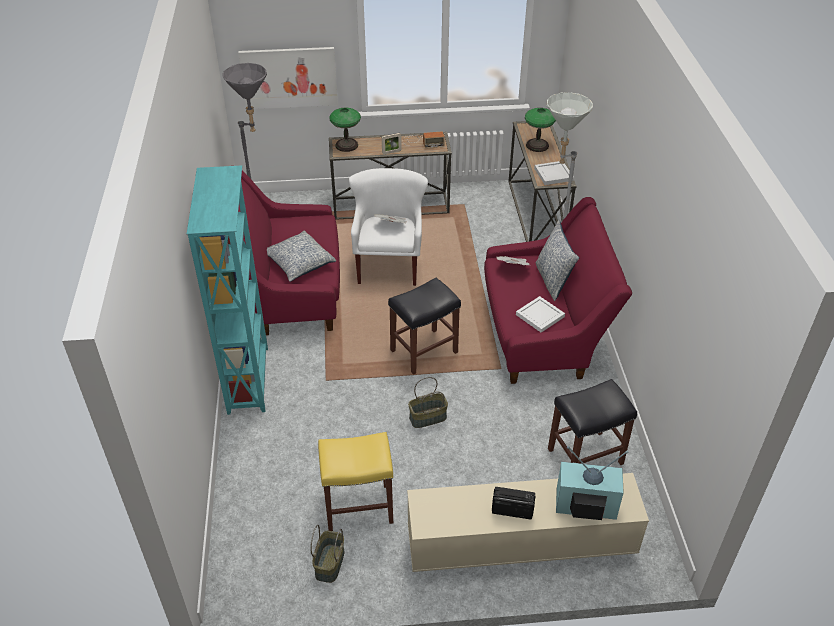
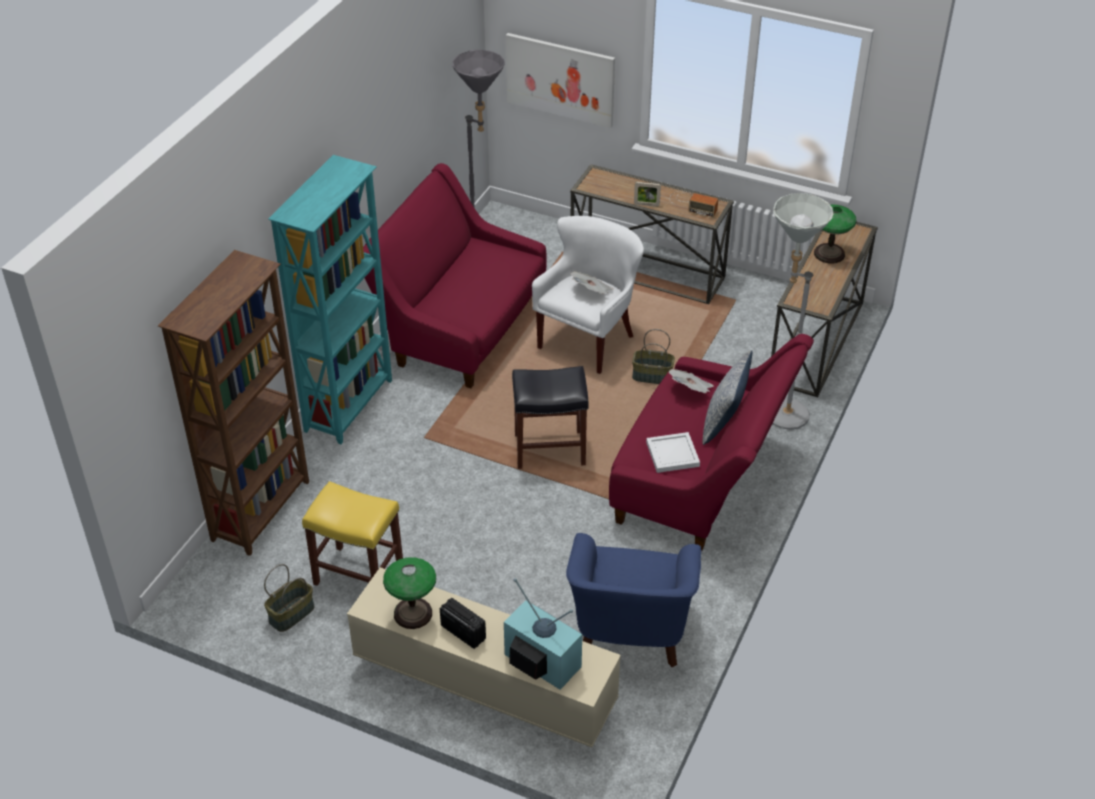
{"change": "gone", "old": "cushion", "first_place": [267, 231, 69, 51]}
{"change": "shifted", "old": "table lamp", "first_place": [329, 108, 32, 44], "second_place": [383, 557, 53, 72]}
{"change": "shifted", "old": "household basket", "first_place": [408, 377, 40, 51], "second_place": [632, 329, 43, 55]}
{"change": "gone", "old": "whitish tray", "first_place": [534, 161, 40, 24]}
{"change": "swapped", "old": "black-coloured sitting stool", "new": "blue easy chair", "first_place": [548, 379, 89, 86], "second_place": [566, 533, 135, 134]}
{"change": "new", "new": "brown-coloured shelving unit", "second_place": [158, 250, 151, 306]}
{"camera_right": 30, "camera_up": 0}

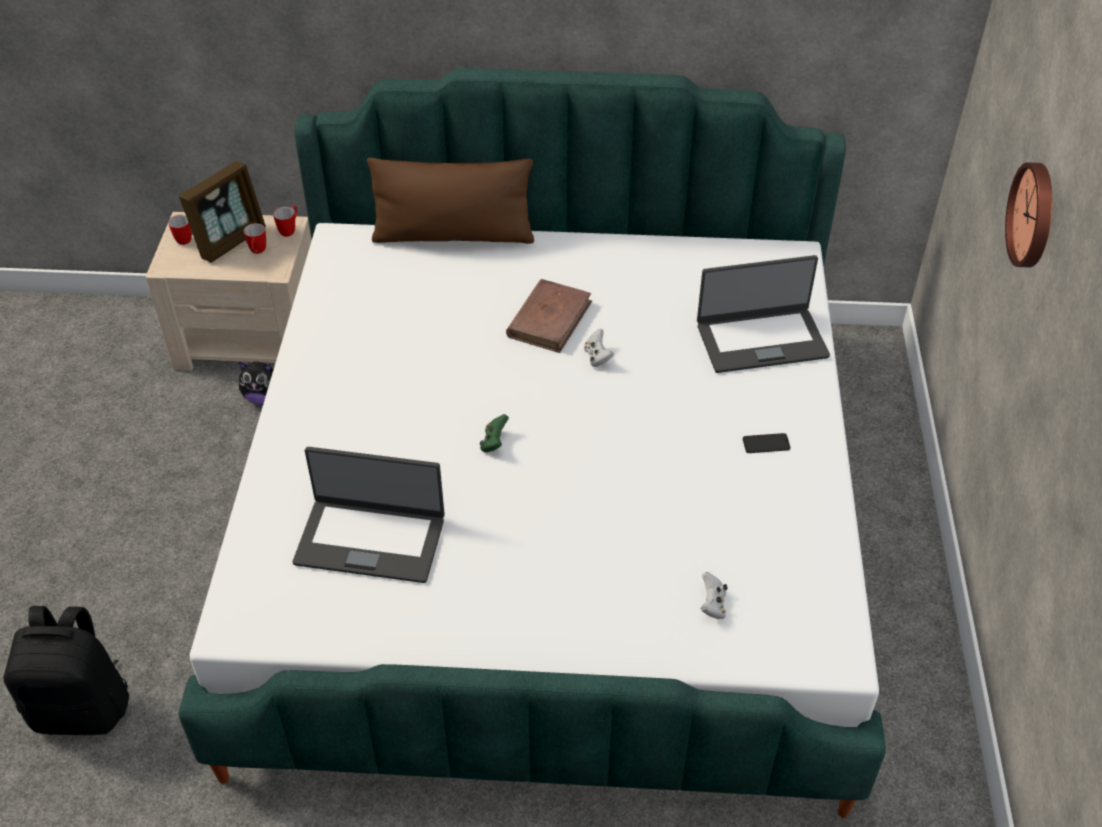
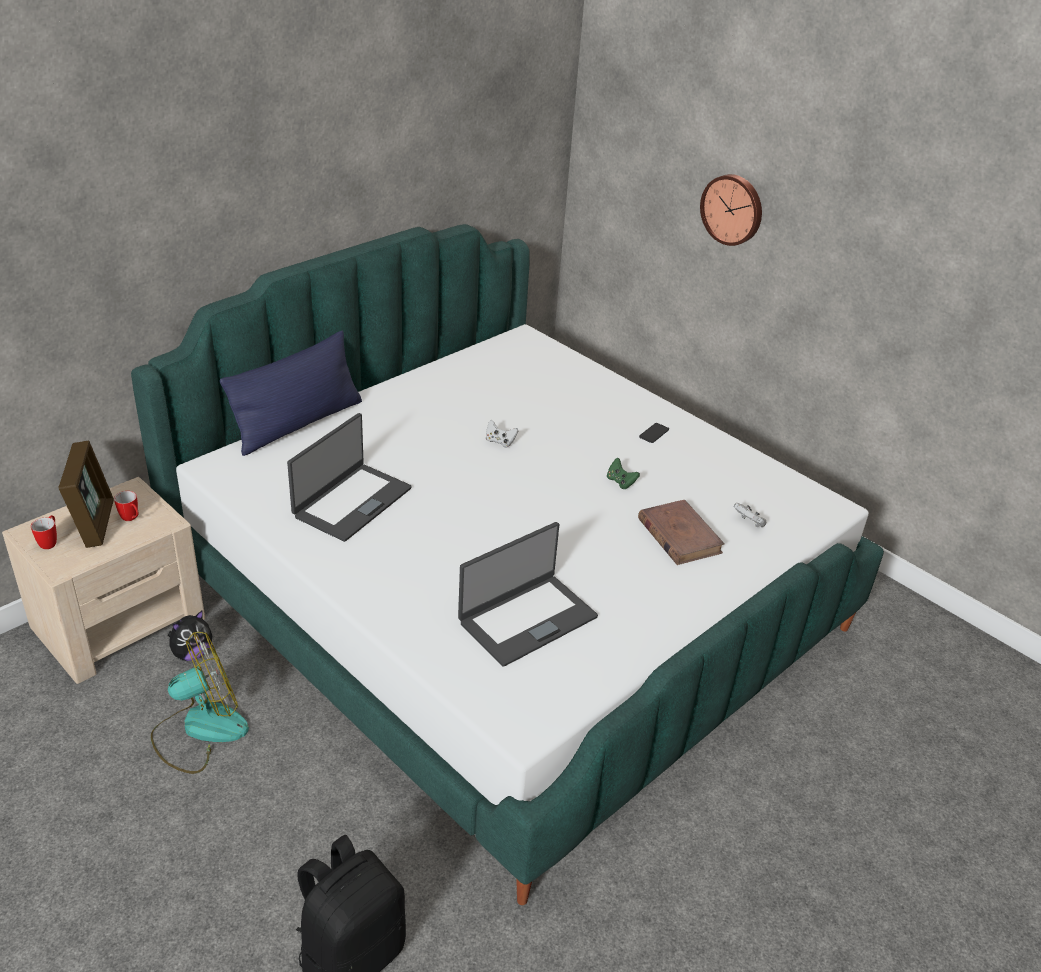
{"change": "gone", "old": "mug", "first_place": [273, 206, 24, 31]}
{"change": "repainted", "old": "brown-coloured cushion", "new": "blue cushion", "first_place": [367, 158, 167, 86], "second_place": [220, 331, 142, 125]}
{"change": "shifted", "old": "green-coloured game controller", "first_place": [479, 414, 30, 38], "second_place": [607, 458, 33, 31]}
{"change": "shifted", "old": "brown-coloured volume", "first_place": [506, 279, 86, 74], "second_place": [638, 500, 87, 65]}
{"change": "shifted", "old": "laptop", "first_place": [697, 255, 133, 118], "second_place": [287, 413, 125, 129]}
{"change": "new", "new": "electric fan", "second_place": [151, 632, 98, 142]}
{"camera_right": -50, "camera_up": -10}

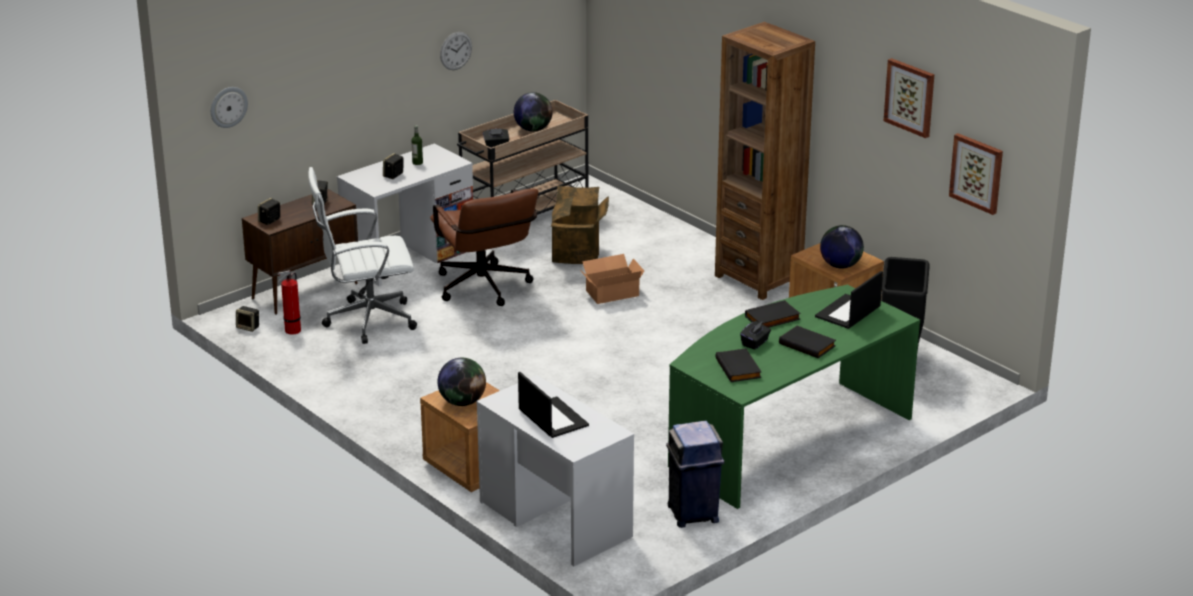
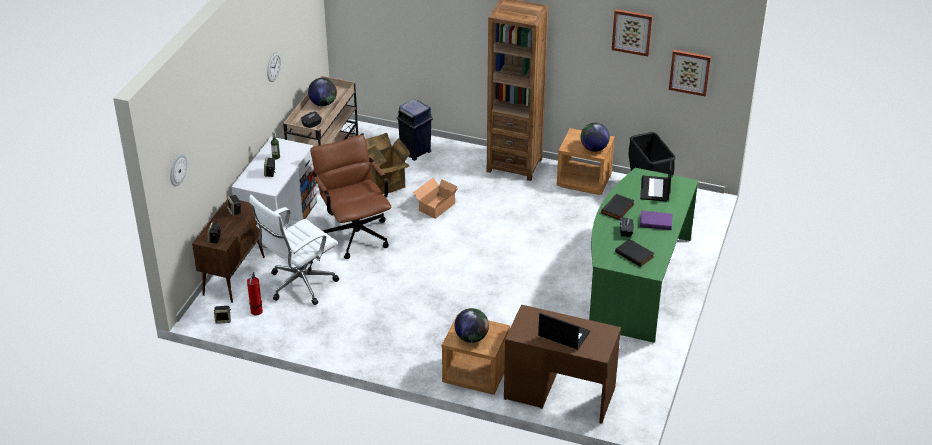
{"change": "rotated", "old": "brown-coloured desk chair", "first_place": [430, 189, 108, 117], "second_place": [310, 135, 82, 124], "degrees": -150}
{"change": "repainted", "old": "whitish desk", "new": "brown-coloured desk", "first_place": [476, 375, 158, 191], "second_place": [504, 305, 117, 119]}
{"change": "shifted", "old": "blue trash can", "first_place": [666, 421, 58, 107], "second_place": [397, 99, 36, 62]}
{"change": "repainted", "old": "black-coloured volume", "new": "purple volume", "first_place": [779, 326, 57, 33], "second_place": [640, 211, 33, 19]}
{"camera_right": -30, "camera_up": 10}

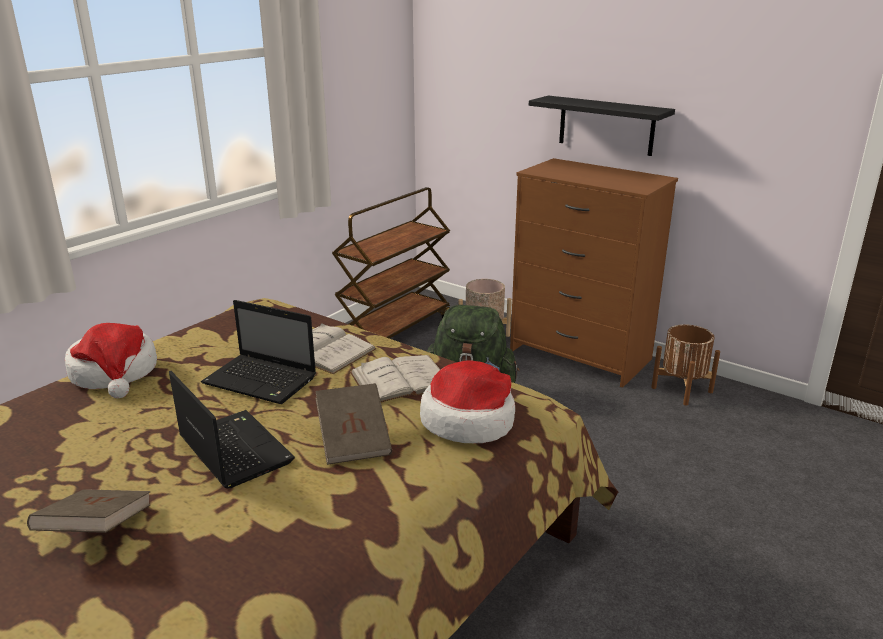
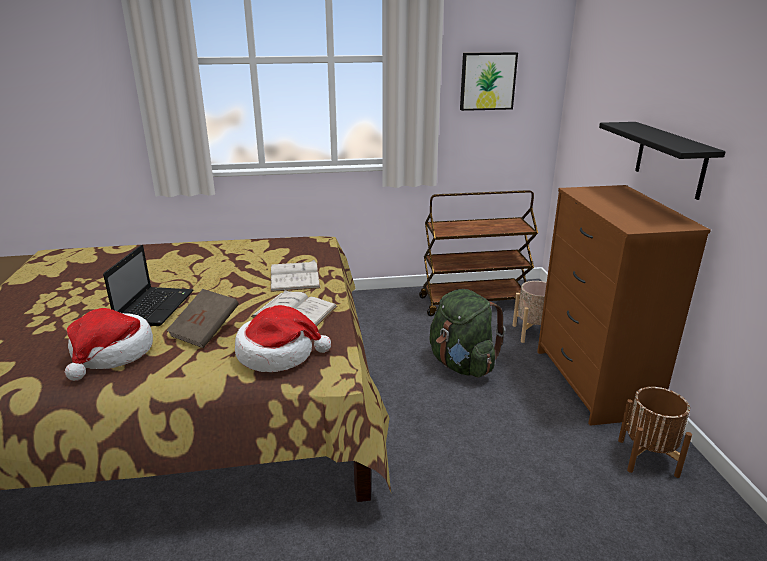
{"change": "gone", "old": "brown-coloured volume", "first_place": [27, 489, 124, 44]}
{"change": "shifted", "old": "clothing hat", "first_place": [65, 323, 92, 75], "second_place": [65, 308, 88, 73]}
{"change": "gone", "old": "laptop", "first_place": [201, 300, 115, 104]}
{"change": "new", "new": "wall picture", "second_place": [460, 52, 58, 59]}
{"camera_right": 45, "camera_up": 0}

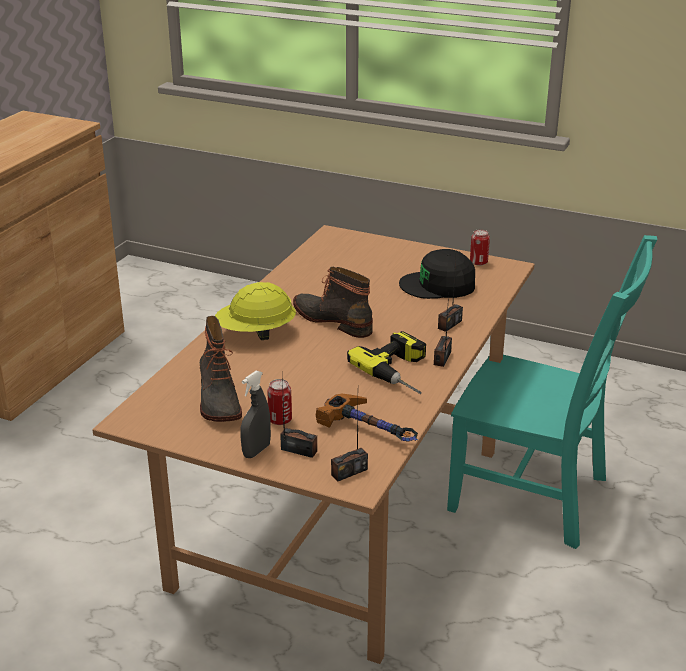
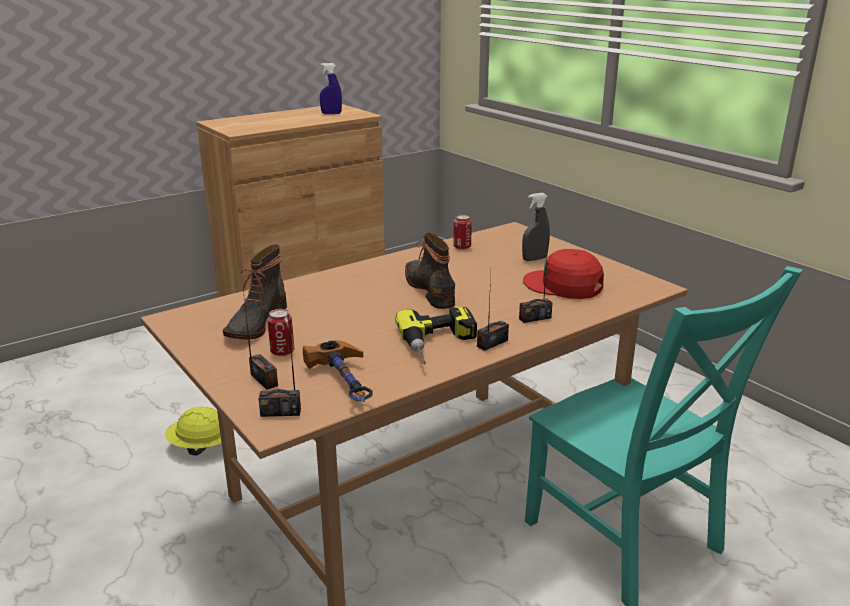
{"change": "shifted", "old": "yellow safety helmet", "first_place": [215, 282, 81, 58], "second_place": [165, 407, 56, 48]}
{"change": "shifted", "old": "grey spray bottle", "first_place": [240, 371, 31, 87], "second_place": [522, 193, 28, 68]}
{"change": "repainted", "old": "black-coloured cap", "new": "red cap", "first_place": [399, 249, 76, 50], "second_place": [523, 249, 81, 50]}
{"change": "shifted", "old": "can", "first_place": [470, 229, 20, 37], "second_place": [453, 214, 19, 36]}
{"change": "new", "new": "blue spray bottle", "second_place": [320, 63, 22, 51]}
{"camera_right": 30, "camera_up": -5}

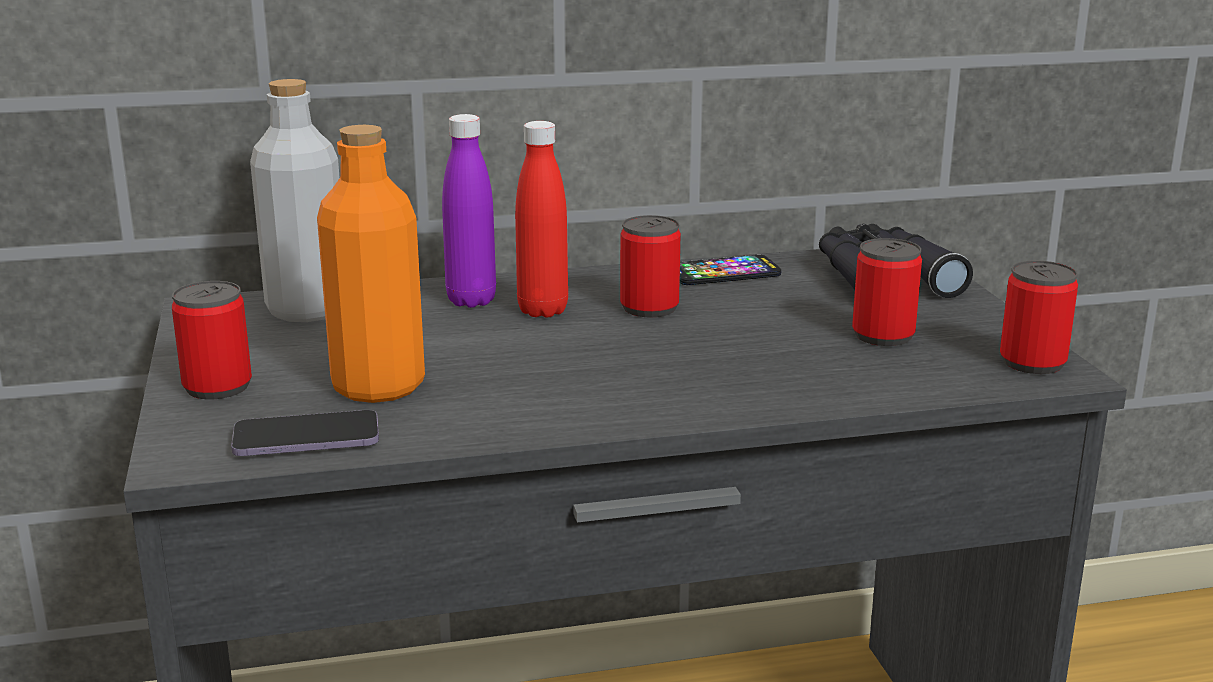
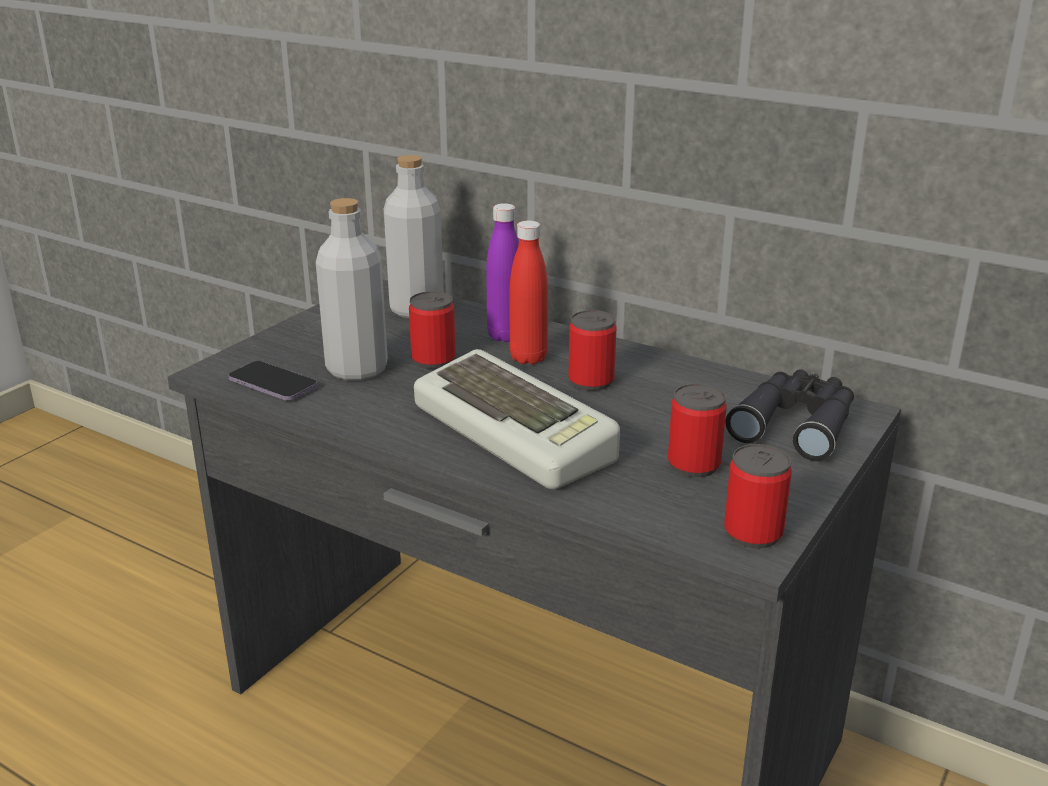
{"change": "shifted", "old": "can", "first_place": [172, 281, 80, 118], "second_place": [409, 291, 47, 78]}
{"change": "repainted", "old": "orange beverage bottle", "new": "grey beverage bottle", "first_place": [317, 125, 108, 278], "second_place": [316, 198, 72, 183]}
{"change": "gone", "old": "handset", "first_place": [680, 255, 101, 30]}
{"change": "new", "new": "computer keyboard", "second_place": [414, 349, 206, 140]}
{"camera_right": 45, "camera_up": 5}

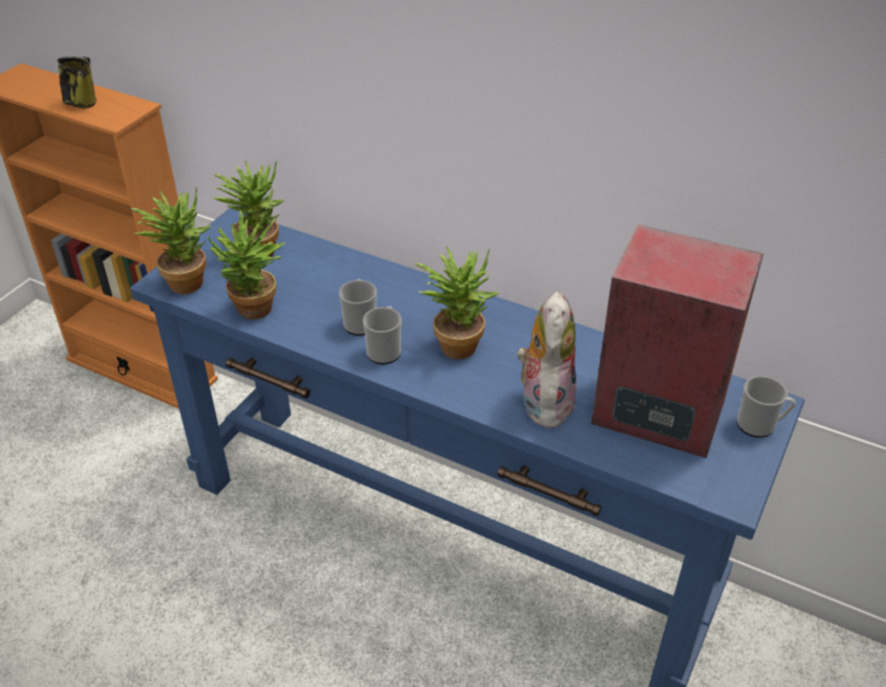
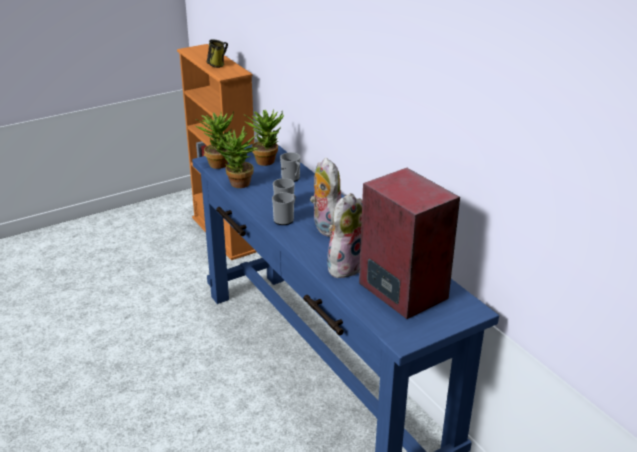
{"change": "swapped", "old": "plant in a pot", "new": "cuddly toy", "first_place": [416, 246, 83, 113], "second_place": [310, 157, 31, 80]}
{"change": "shifted", "old": "mug", "first_place": [737, 376, 59, 62], "second_place": [280, 152, 21, 30]}
{"camera_right": 30, "camera_up": -10}

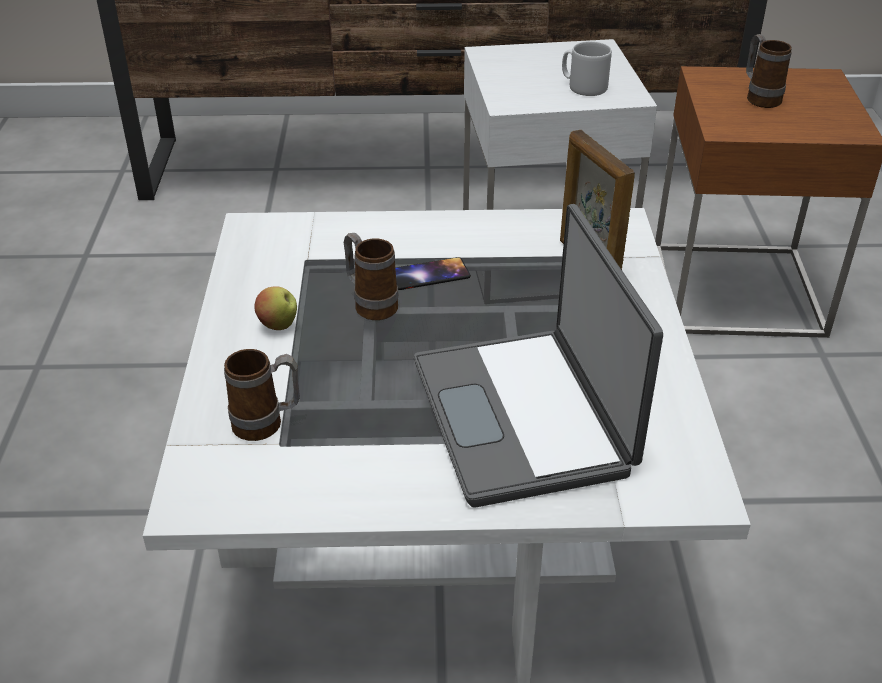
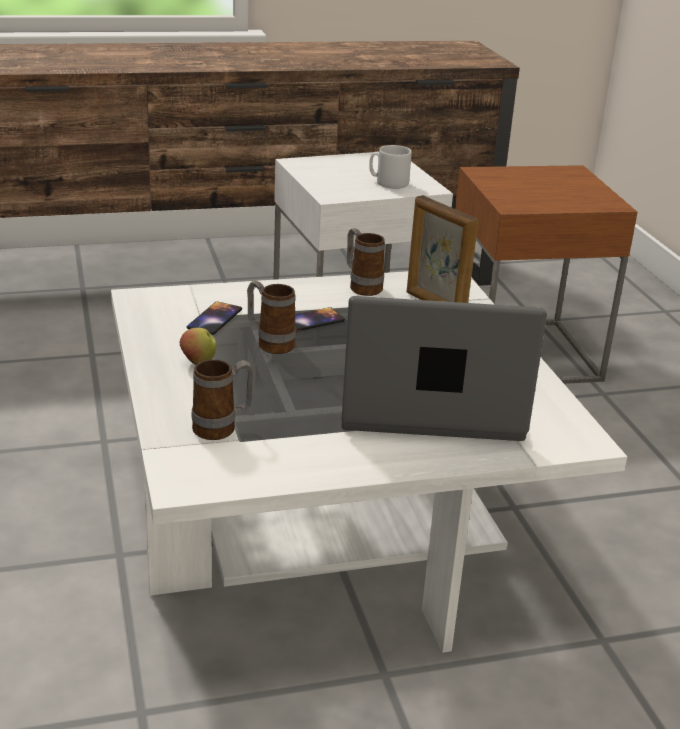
{"change": "rotated", "old": "laptop", "first_place": [414, 204, 249, 304], "second_place": [341, 296, 206, 145], "degrees": 120}
{"change": "shifted", "old": "mug", "first_place": [746, 34, 46, 74], "second_place": [347, 228, 38, 68]}
{"change": "new", "new": "handset", "second_place": [187, 302, 55, 33]}
{"camera_right": -15, "camera_up": -10}

